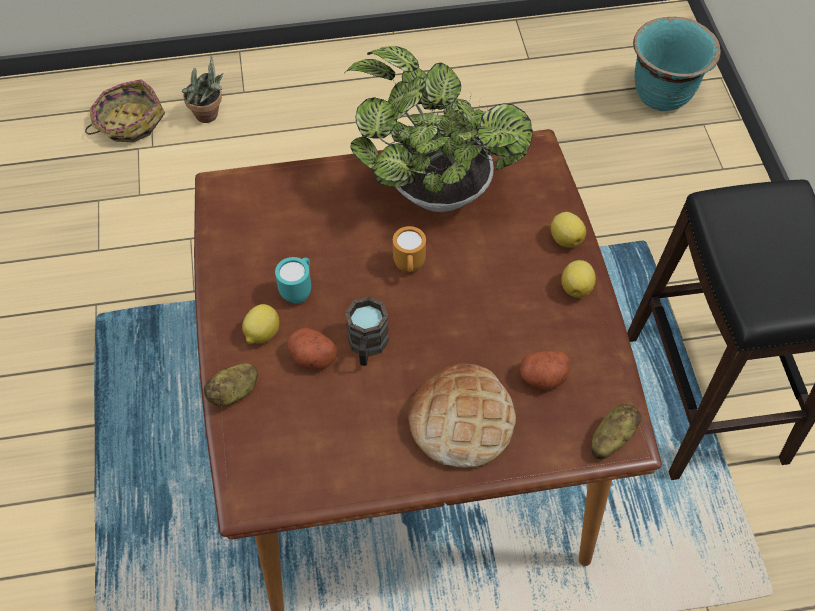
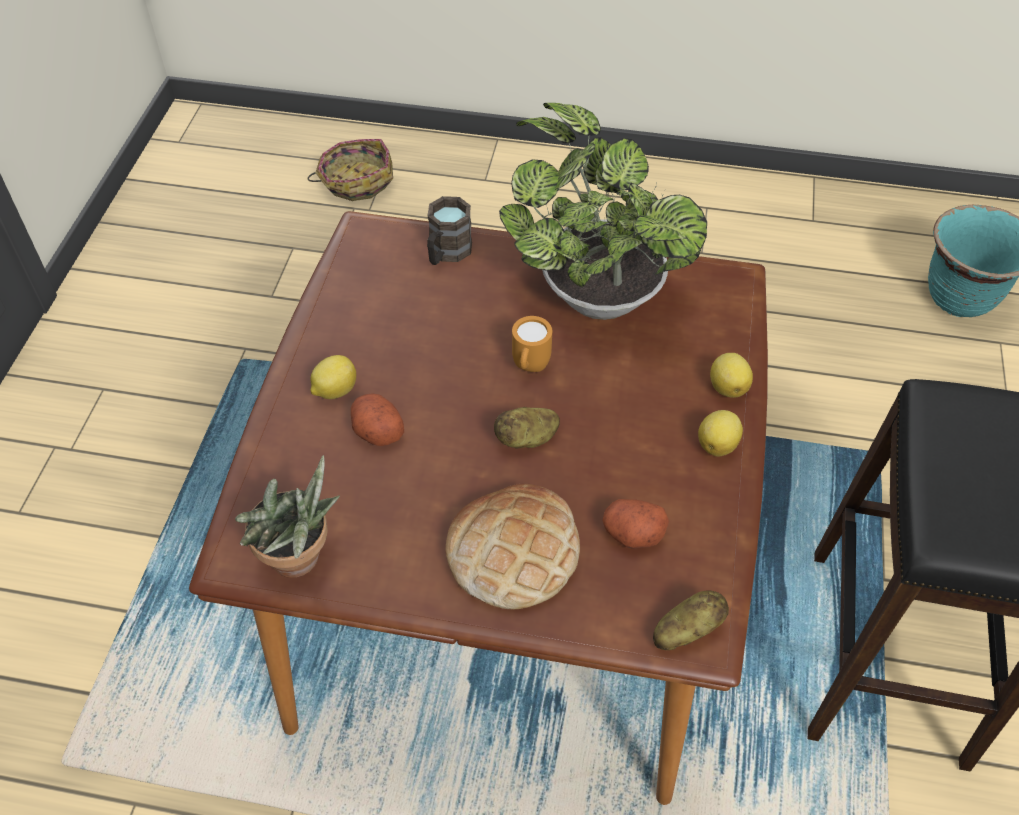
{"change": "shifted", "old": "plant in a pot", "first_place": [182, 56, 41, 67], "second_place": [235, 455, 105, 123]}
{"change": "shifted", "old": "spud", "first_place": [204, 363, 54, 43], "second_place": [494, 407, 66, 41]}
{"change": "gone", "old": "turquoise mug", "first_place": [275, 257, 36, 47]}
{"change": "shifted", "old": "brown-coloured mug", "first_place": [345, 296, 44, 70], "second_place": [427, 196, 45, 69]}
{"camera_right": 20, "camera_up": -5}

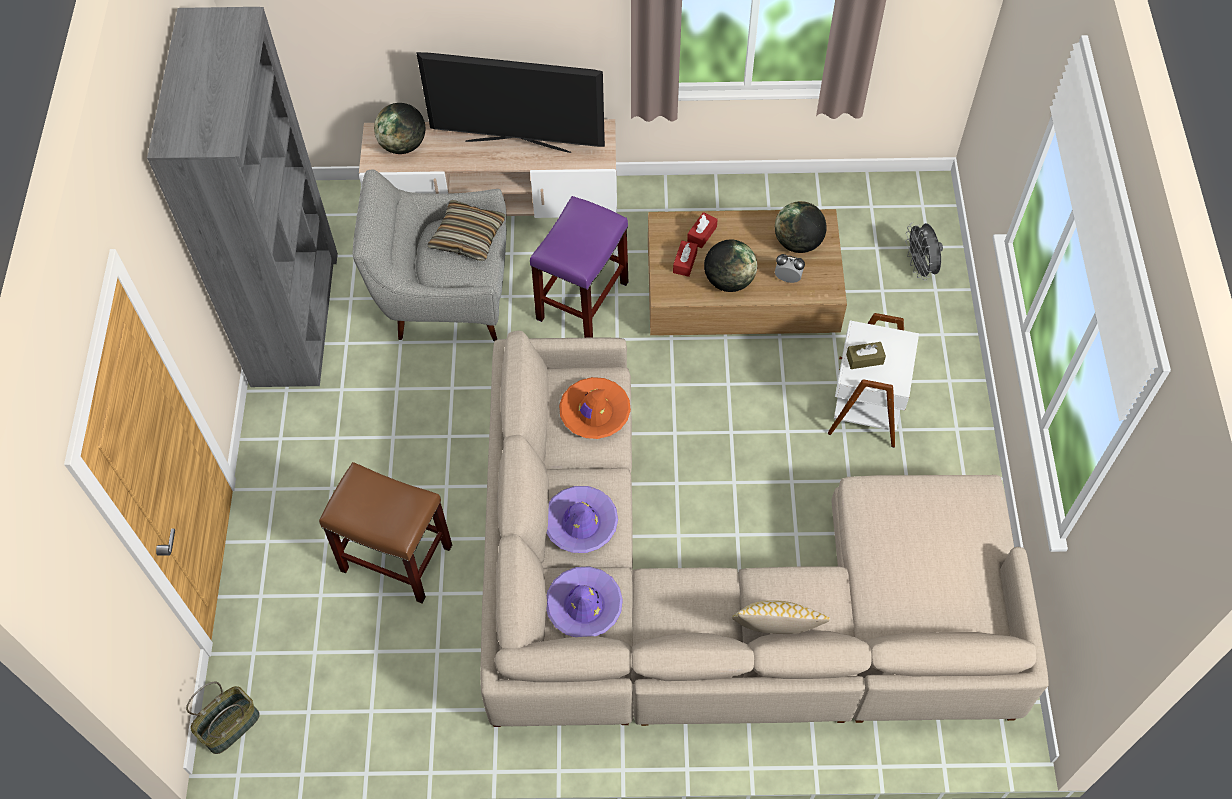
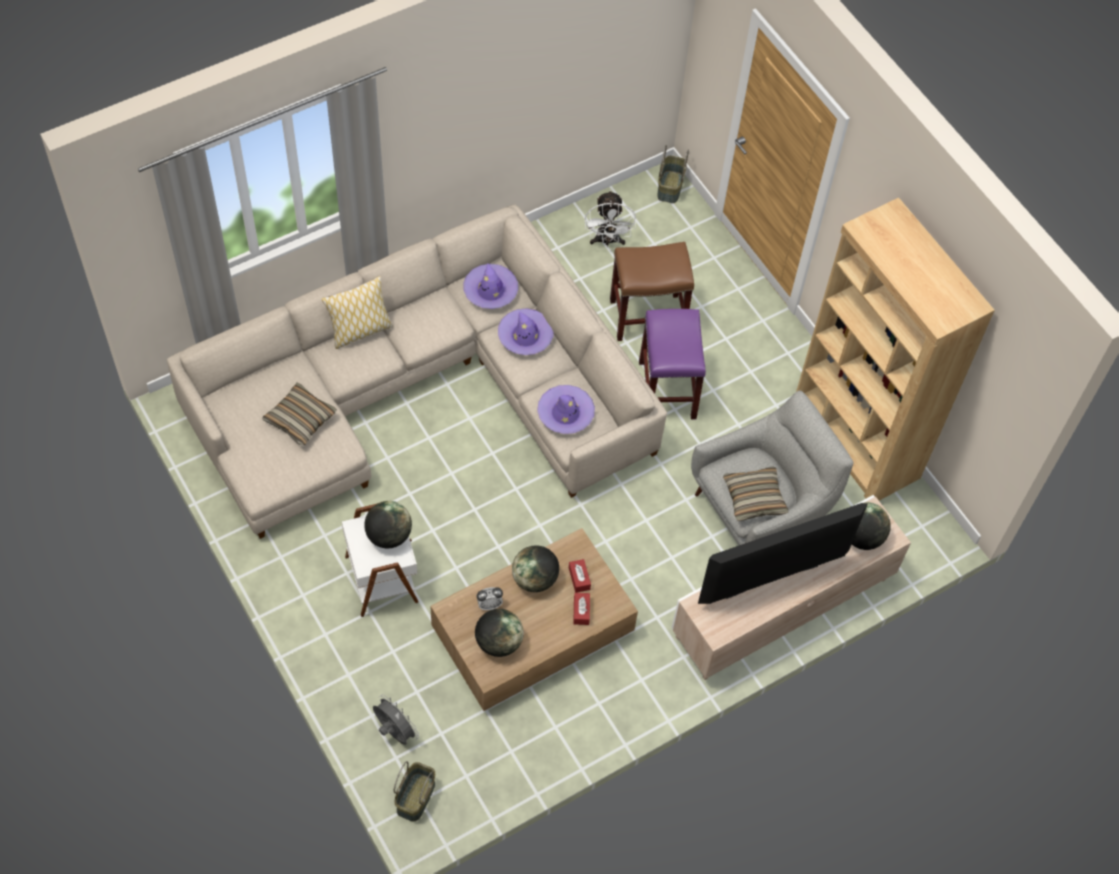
{"change": "repainted", "old": "grey shelving unit", "new": "brown-coloured shelving unit", "first_place": [147, 7, 191, 380], "second_place": [796, 198, 199, 303]}
{"change": "shifted", "old": "purple sitting stool", "first_place": [530, 196, 98, 142], "second_place": [639, 309, 67, 110]}
{"change": "repainted", "old": "orange clothing hat", "new": "purple clothing hat", "first_place": [559, 377, 72, 62], "second_place": [537, 385, 58, 49]}
{"change": "swapped", "old": "brown-coloured tissue holder", "new": "desk globe", "first_place": [846, 342, 40, 27], "second_place": [364, 501, 48, 47]}
{"change": "new", "new": "cushion", "second_place": [262, 382, 75, 64]}
{"change": "new", "new": "household basket", "second_place": [394, 761, 41, 61]}
{"change": "new", "new": "whitish electric fan", "second_place": [585, 190, 51, 57]}
{"camera_right": 145, "camera_up": 0}

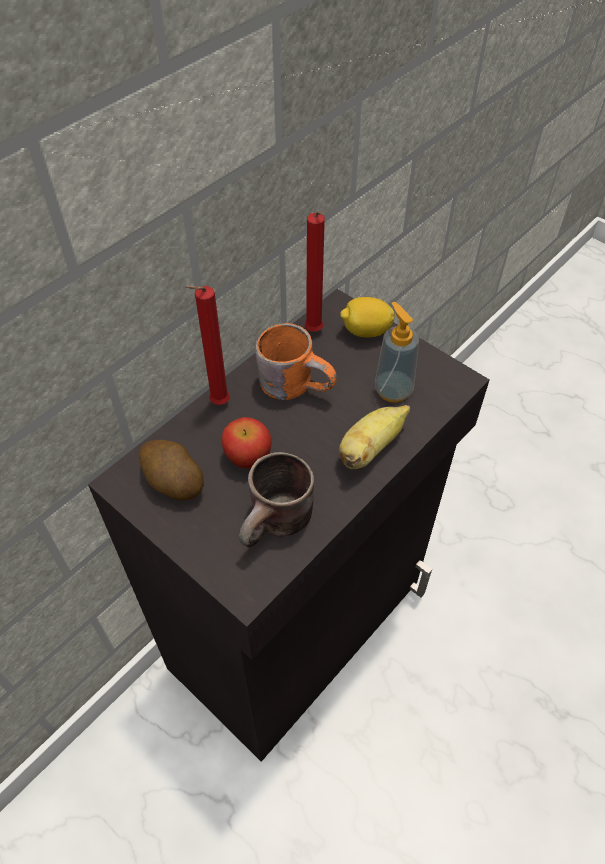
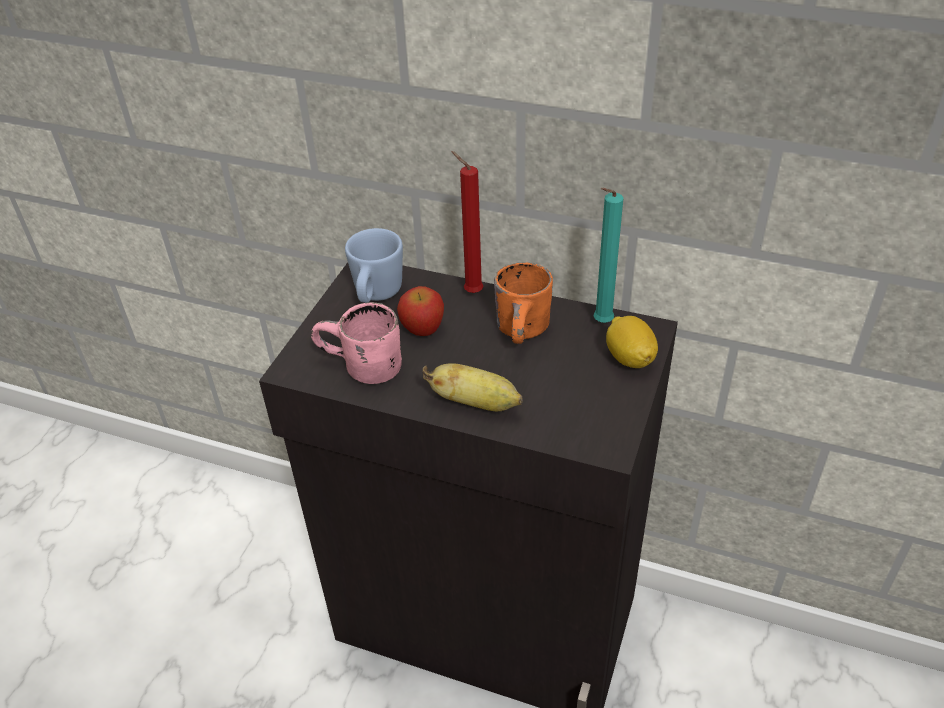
{"change": "swapped", "old": "spud", "new": "blue mug", "first_place": [139, 440, 65, 61], "second_place": [345, 228, 58, 75]}
{"change": "repainted", "old": "brown-coloured mug", "new": "pink-coloured mug", "first_place": [238, 452, 76, 95], "second_place": [311, 302, 91, 82]}
{"change": "repainted", "old": "red wax candle", "new": "turquoise wax candle", "first_place": [305, 211, 20, 121], "second_place": [594, 187, 30, 136]}
{"change": "gone", "old": "soap bottle", "first_place": [374, 302, 45, 101]}
{"camera_right": 70, "camera_up": -10}

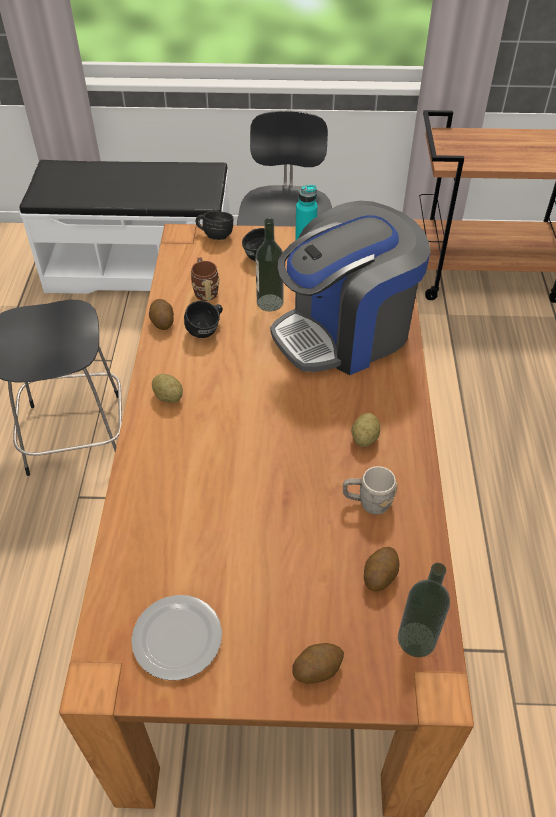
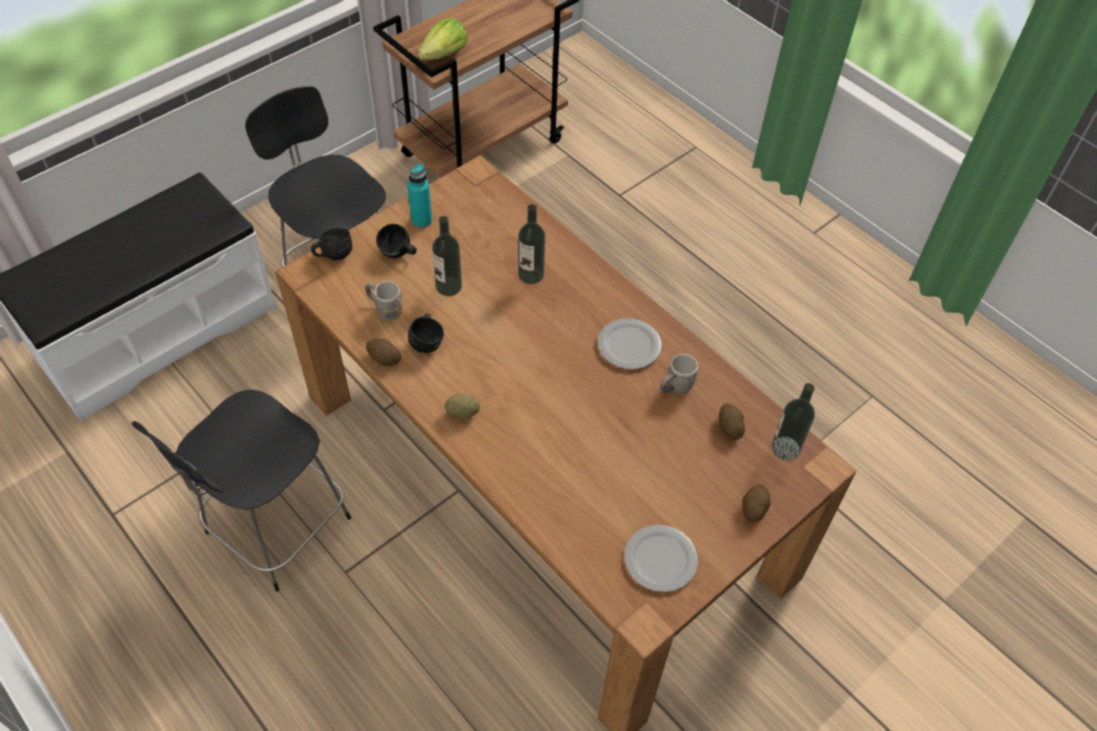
{"change": "repainted", "old": "brown-coloured mug", "new": "grey mug", "first_place": [191, 257, 29, 44], "second_place": [365, 281, 38, 39]}
{"change": "swapped", "old": "coffee maker", "new": "beverage bottle", "first_place": [270, 201, 161, 174], "second_place": [518, 204, 27, 80]}
{"change": "swapped", "old": "spud", "new": "flat dish", "first_place": [351, 413, 29, 34], "second_place": [598, 318, 64, 51]}
{"change": "new", "new": "head of lettuce", "second_place": [418, 18, 49, 42]}
{"camera_right": -45, "camera_up": 5}

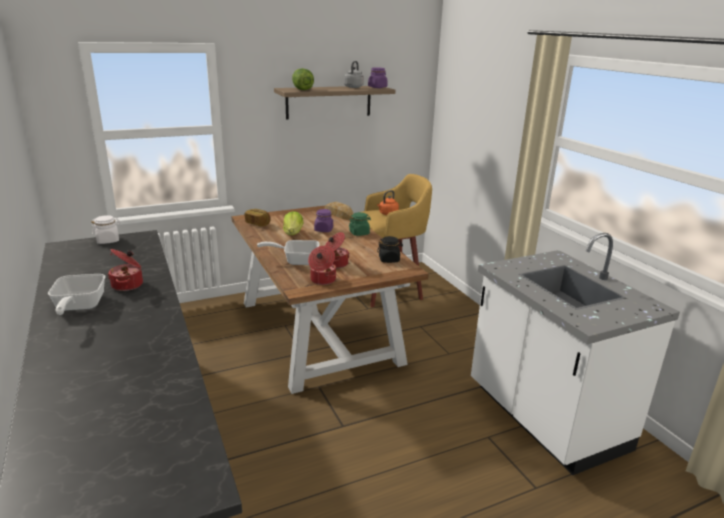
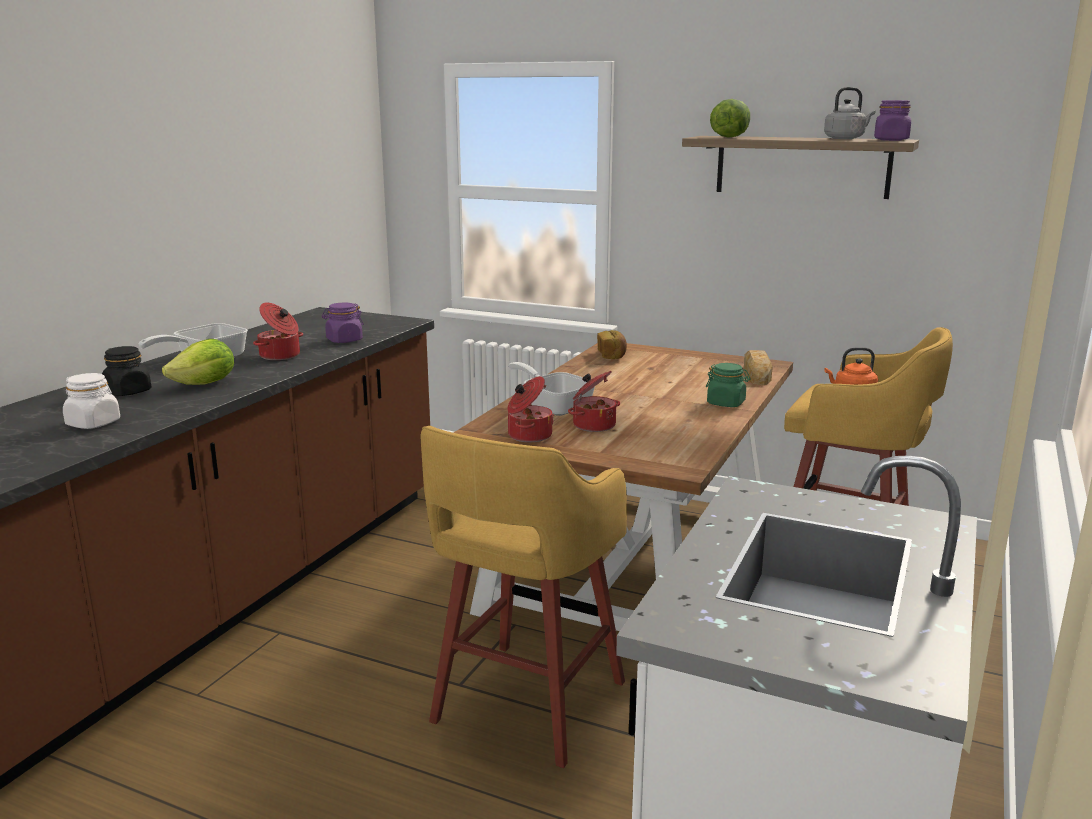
{"change": "shifted", "old": "whitish jar", "first_place": [91, 215, 29, 29], "second_place": [63, 373, 57, 56]}
{"change": "shifted", "old": "head of lettuce", "first_place": [283, 211, 21, 24], "second_place": [162, 339, 72, 46]}
{"change": "shifted", "old": "purple jar", "first_place": [314, 209, 19, 23], "second_place": [322, 303, 42, 40]}
{"change": "shifted", "old": "black-coloured jar", "first_place": [377, 236, 26, 27], "second_place": [102, 346, 49, 50]}
{"change": "new", "new": "yellow sitting stool", "second_place": [420, 426, 207, 342]}
{"camera_right": 50, "camera_up": -5}

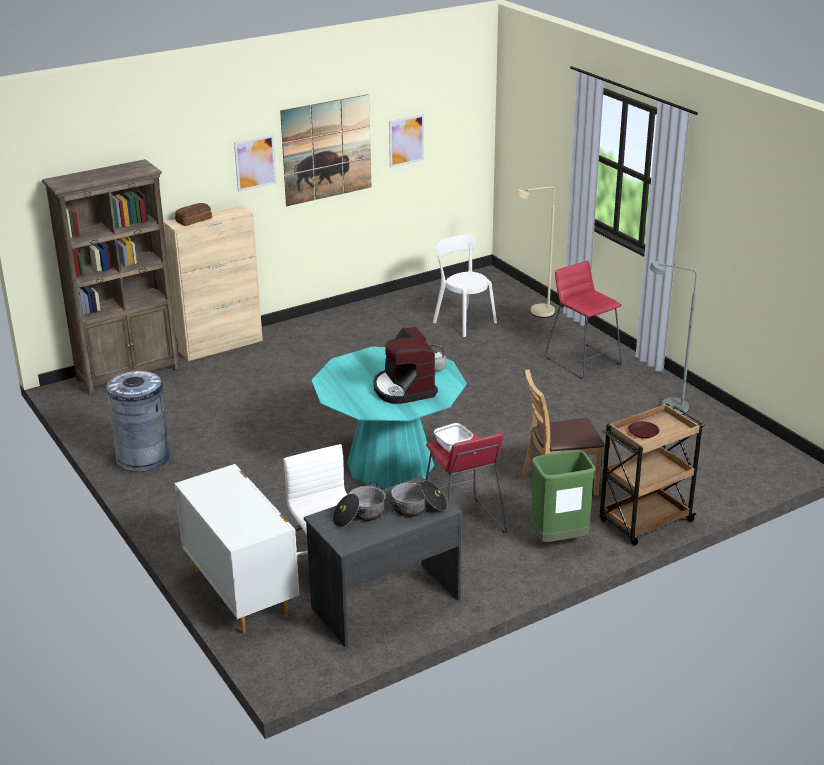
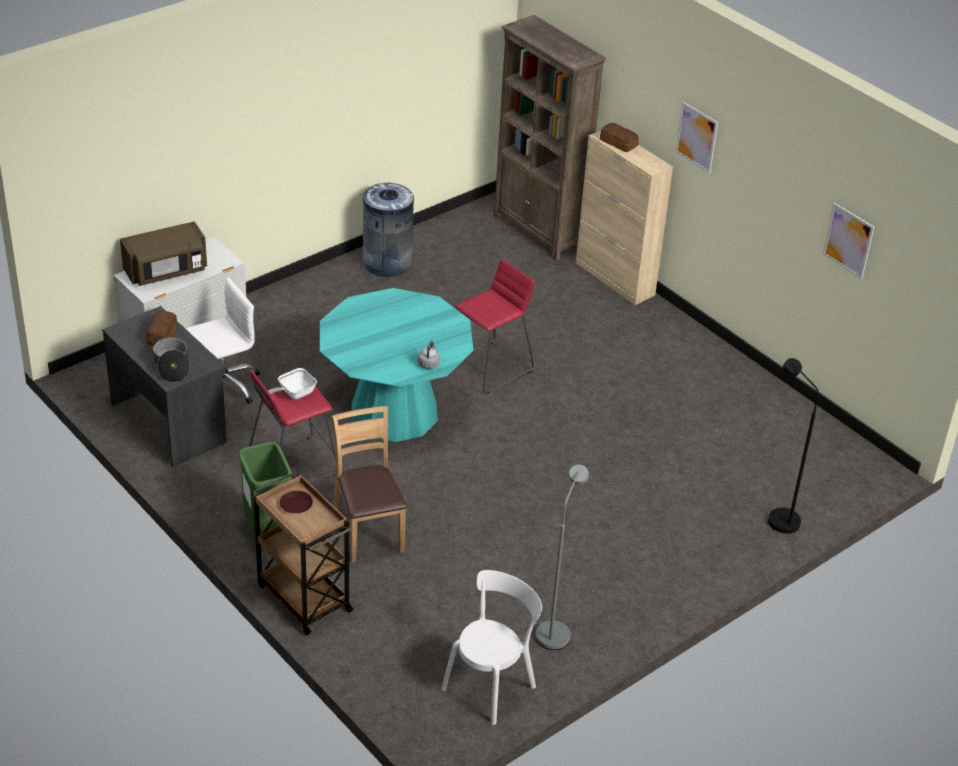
{"change": "gone", "old": "wall picture", "first_place": [280, 94, 91, 112]}
{"change": "swapped", "old": "cooking pot", "new": "bread", "first_place": [333, 481, 53, 46], "second_place": [146, 311, 31, 34]}
{"change": "gone", "old": "coffee maker", "first_place": [373, 327, 65, 77]}
{"change": "shifted", "old": "whitish chair", "first_place": [433, 234, 64, 103], "second_place": [441, 570, 101, 155]}
{"change": "repainted", "old": "beige standing lamp", "new": "black-coloured standing lamp", "first_place": [516, 187, 39, 131], "second_place": [768, 358, 51, 176]}
{"change": "shifted", "old": "red sitting stool", "first_place": [545, 261, 77, 118], "second_place": [455, 259, 80, 135]}
{"change": "new", "new": "brown-coloured kitchen microwave", "second_place": [120, 221, 87, 65]}
{"camera_right": 80, "camera_up": 10}

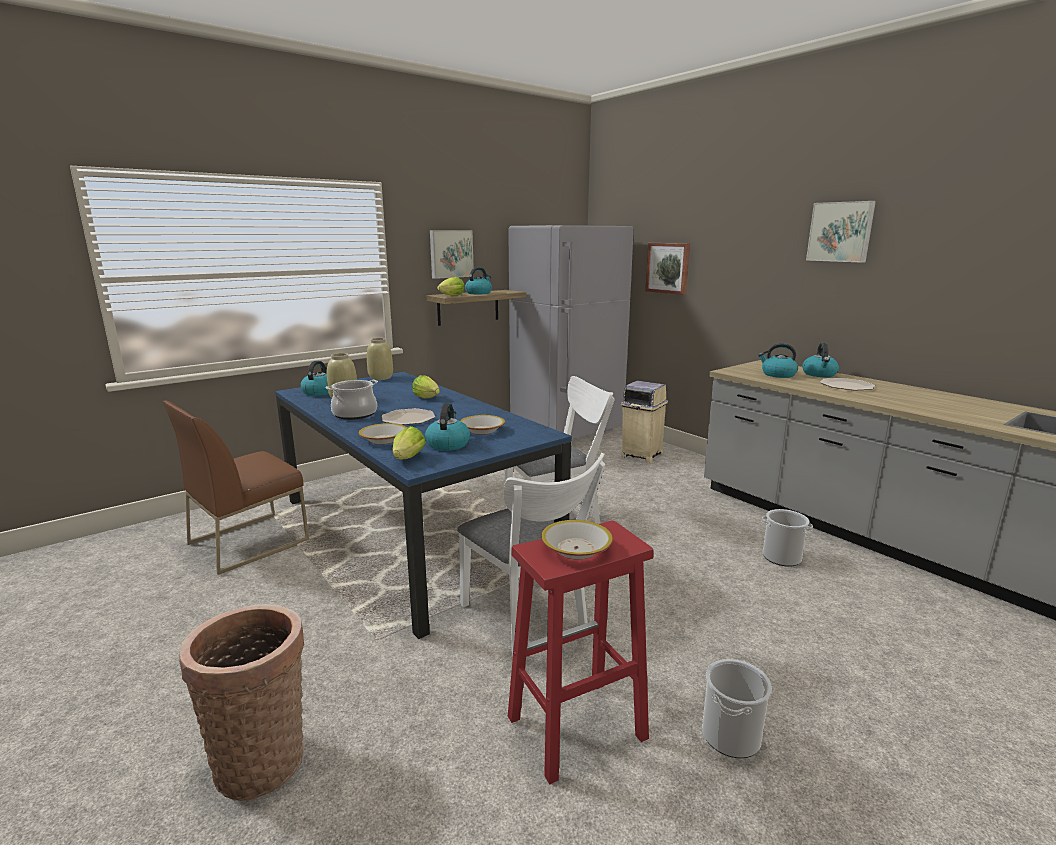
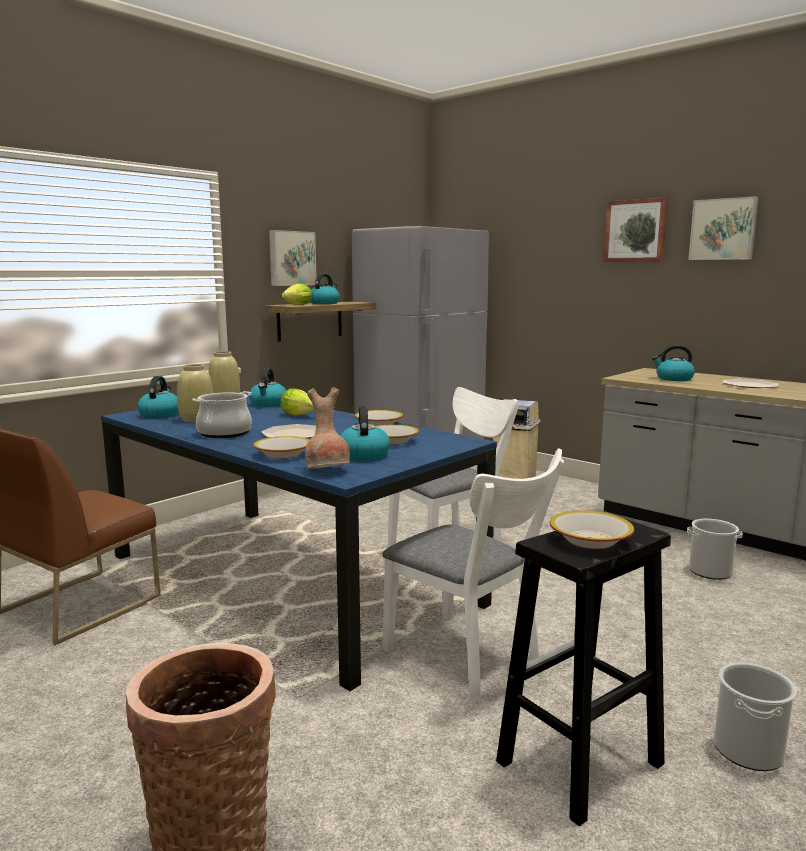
{"change": "swapped", "old": "head of lettuce", "new": "brown-coloured vase", "first_place": [393, 426, 33, 34], "second_place": [305, 387, 45, 82]}
{"change": "repainted", "old": "red sitting stool", "new": "black-coloured sitting stool", "first_place": [508, 520, 146, 264], "second_place": [496, 513, 175, 313]}
{"change": "shifted", "old": "wall picture", "first_place": [645, 243, 45, 52], "second_place": [603, 197, 65, 65]}
{"change": "shifted", "old": "water kettle", "first_place": [802, 343, 37, 34], "second_place": [249, 368, 37, 39]}
{"change": "new", "new": "serving bowl", "second_place": [355, 410, 48, 16]}
{"camera_right": -10, "camera_up": -5}

